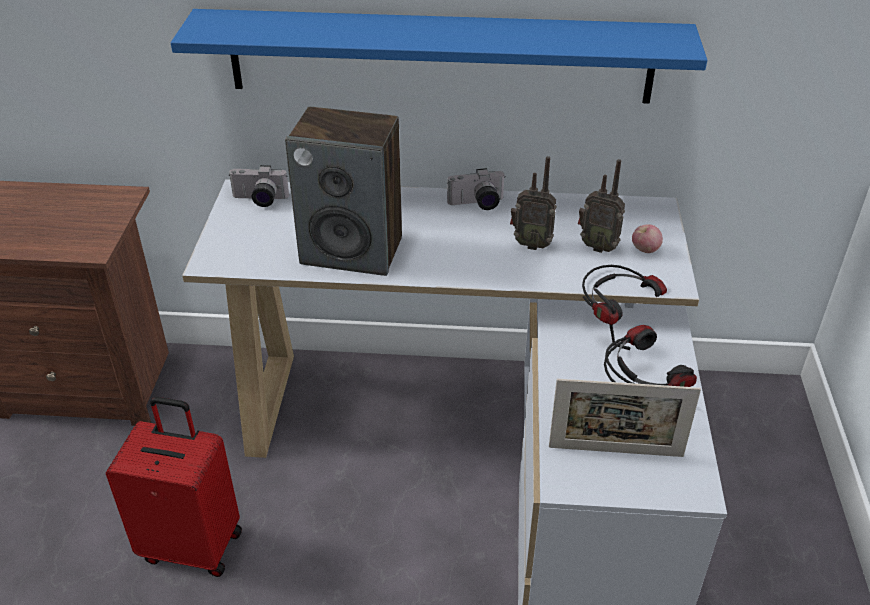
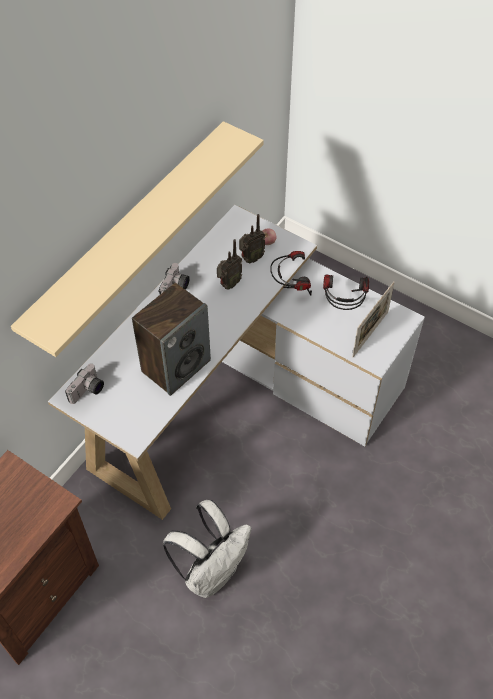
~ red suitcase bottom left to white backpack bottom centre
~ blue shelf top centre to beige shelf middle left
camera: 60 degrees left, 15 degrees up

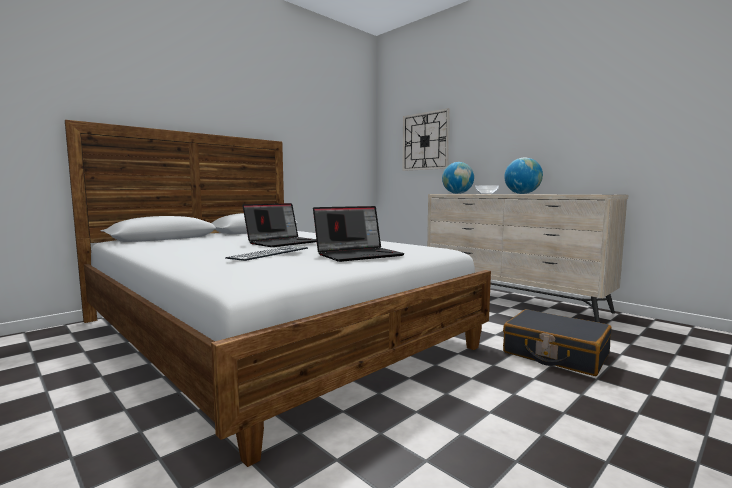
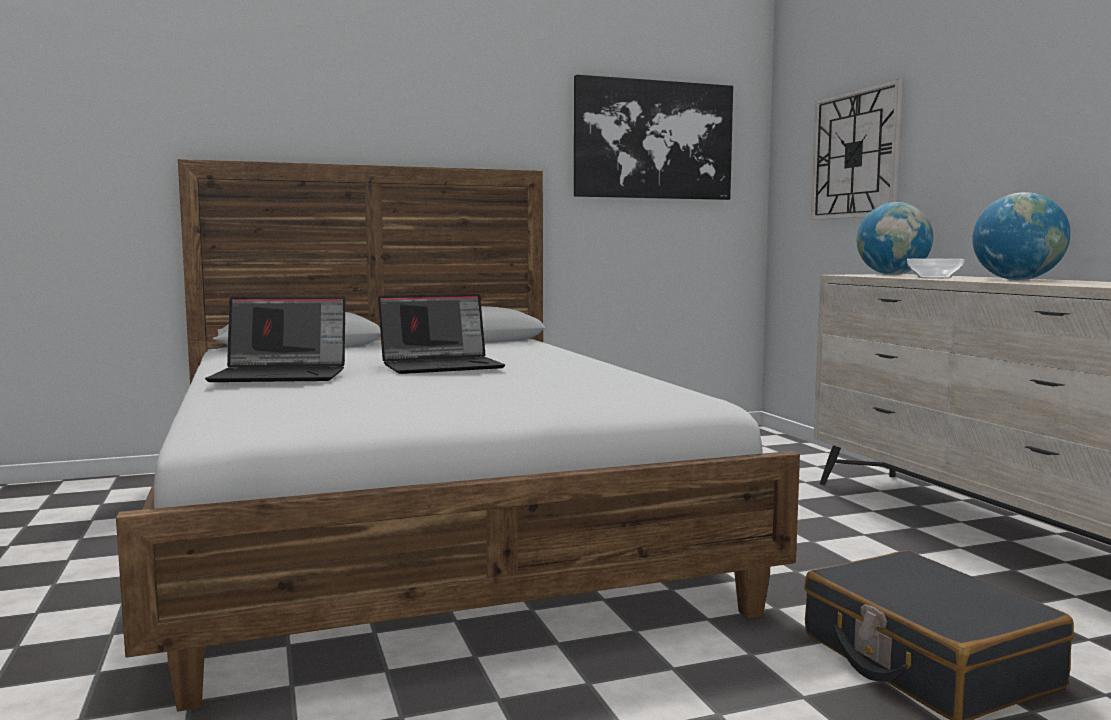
- keyboard centre
~ laptop (2nd from left in the first image) centre to laptop (1st from left) middle left
+ picture top centre
camera: 25 degrees right, 0 degrees up

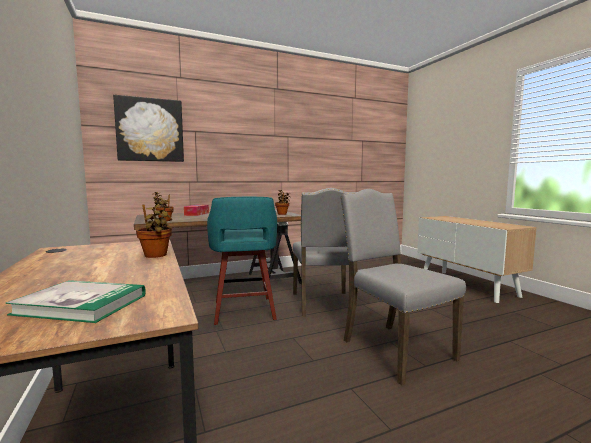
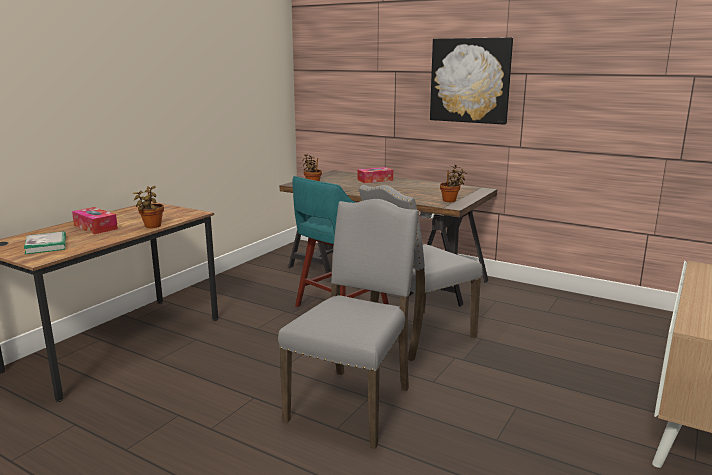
~ picture top left to top centre
+ tissue box (1st from left) middle left
camera: 55 degrees right, 10 degrees up

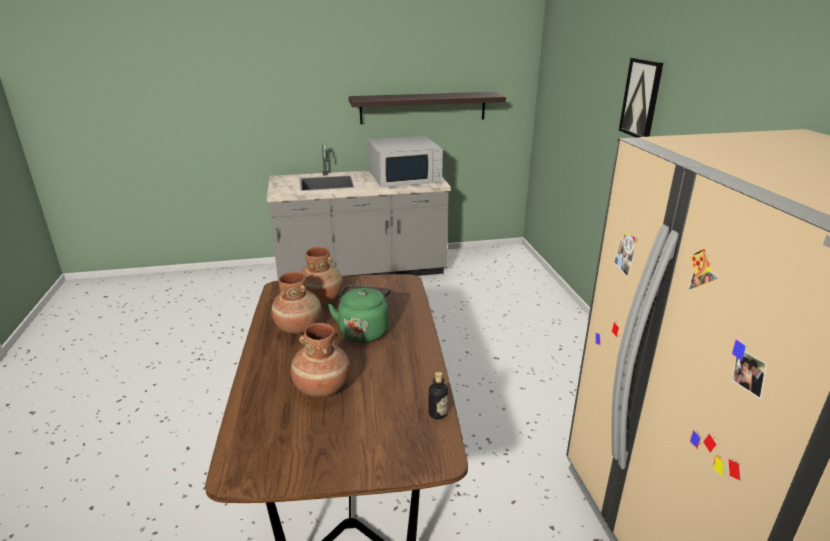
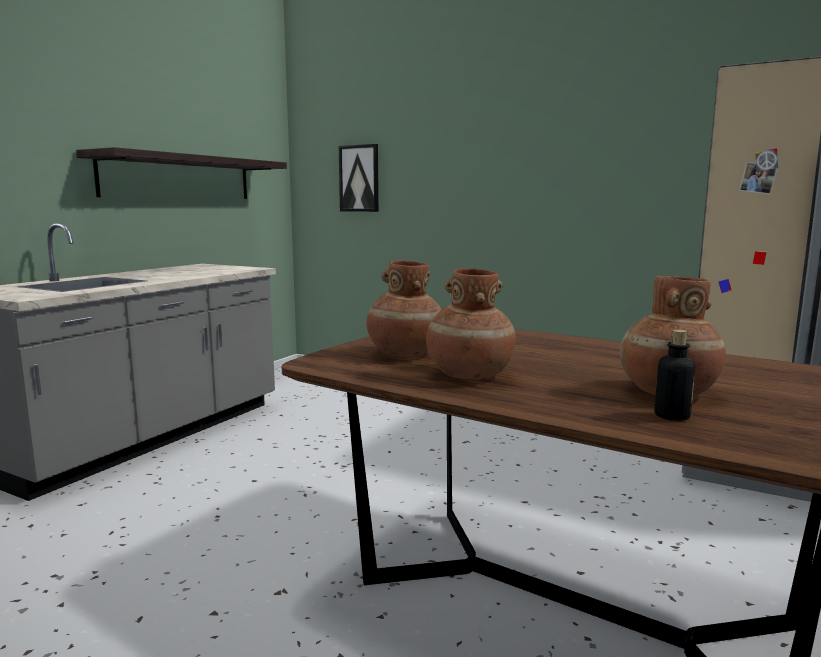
- green kettle centre
- white microwave top centre
~ bottle bottom centre to middle right
~ picture top right to top centre
camera: 50 degrees left, 15 degrees down

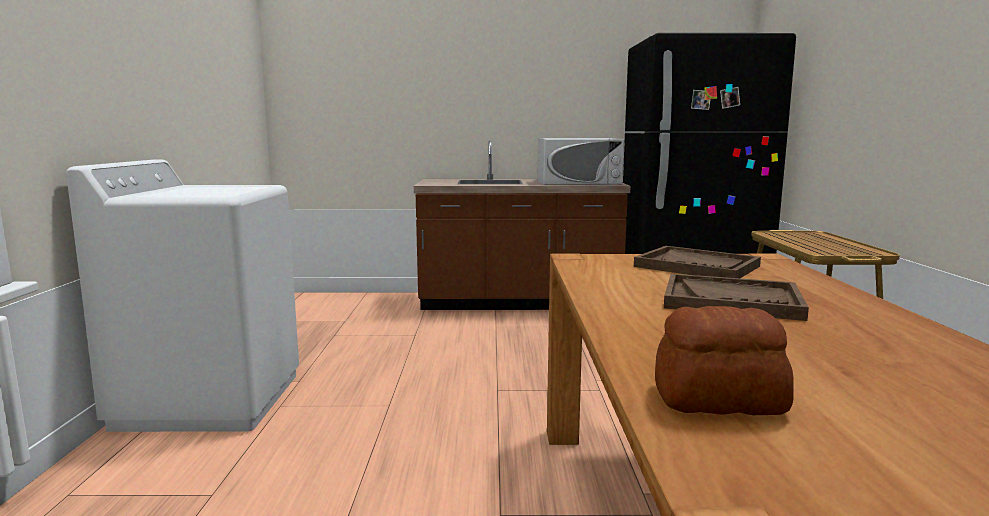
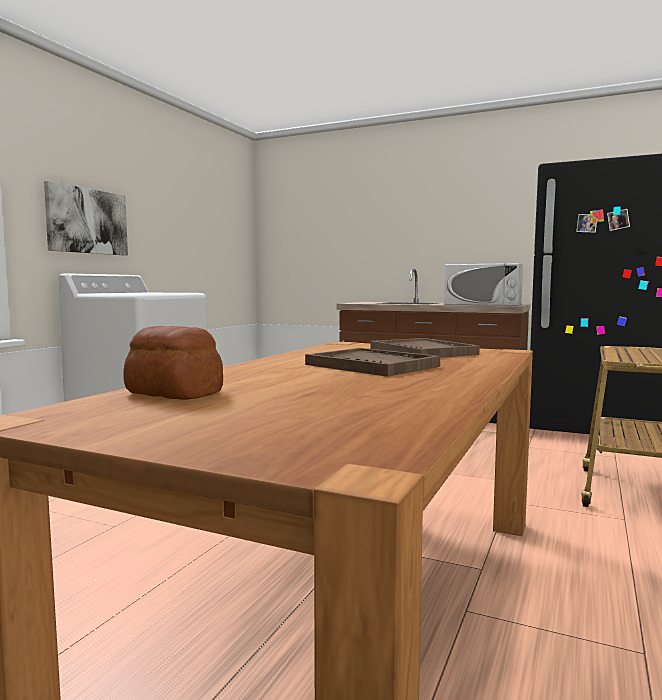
+ picture top left
camera: 25 degrees right, 5 degrees down

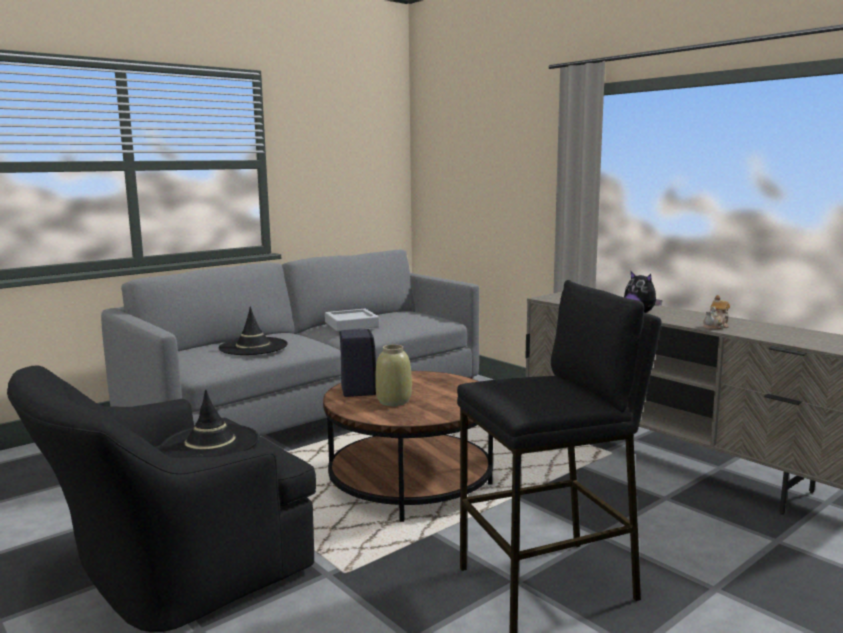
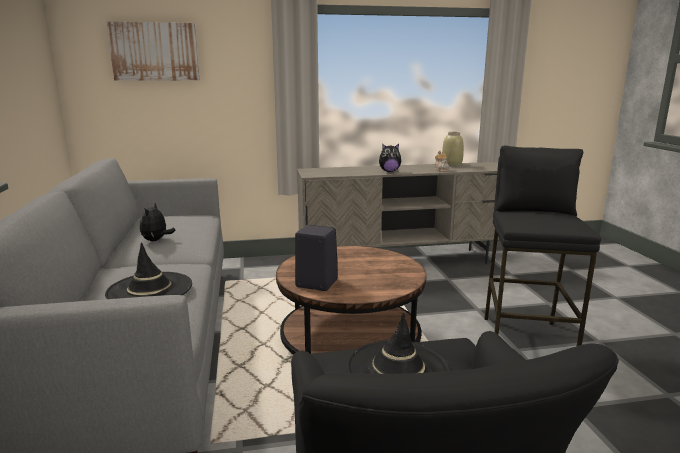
~ grey tray centre to plush toy (1st from left) middle left
~ beige vase centre to top centre
+ picture top left
camera: 60 degrees left, 5 degrees up

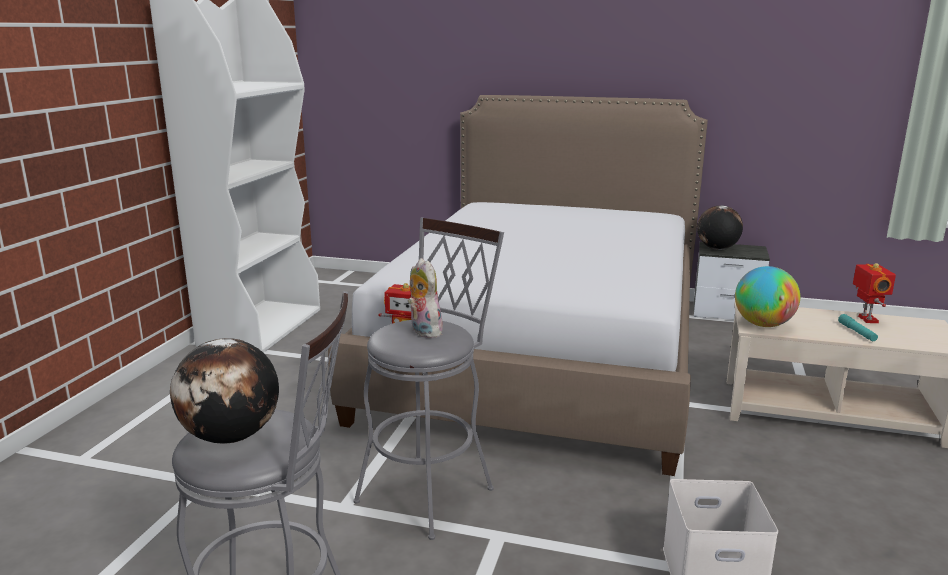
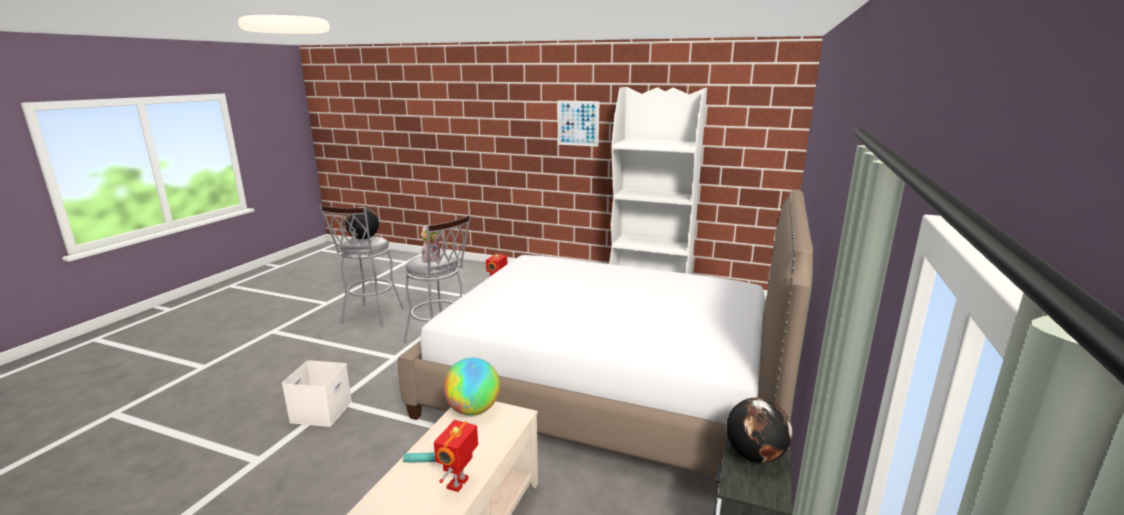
~ toy robot (2nd from left in the first image) middle right = bottom centre 105 degrees clockwise
+ picture top centre
camera: 95 degrees right, 0 degrees up

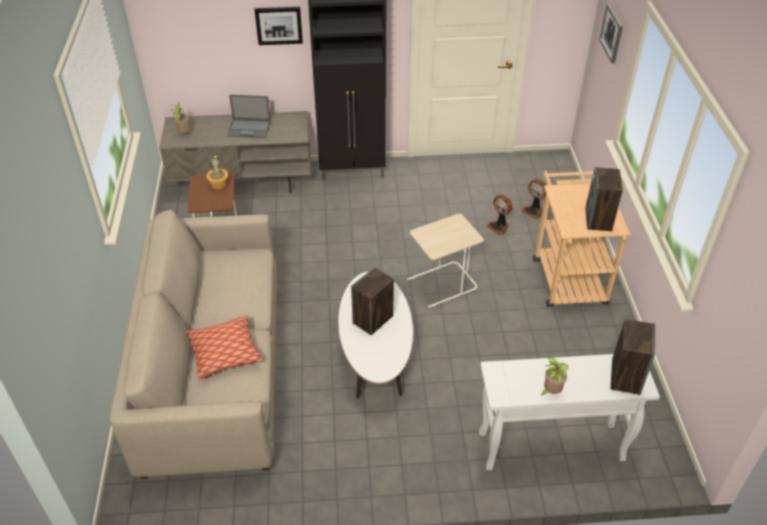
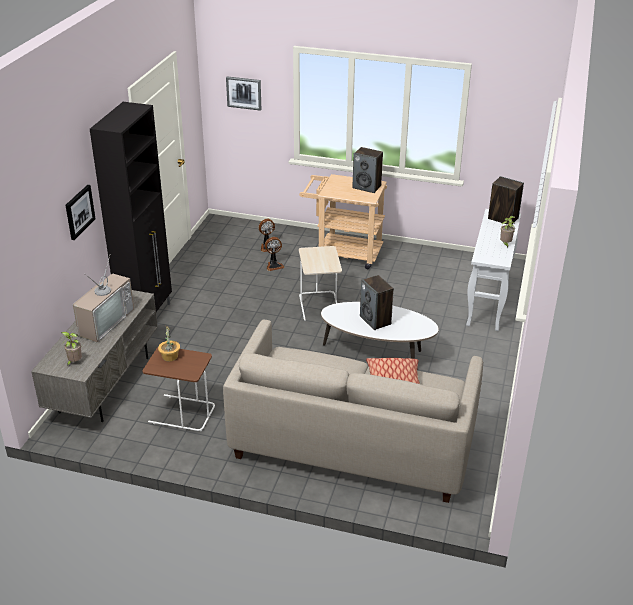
~ laptop top left to television middle left
camera: 70 degrees left, 10 degrees down

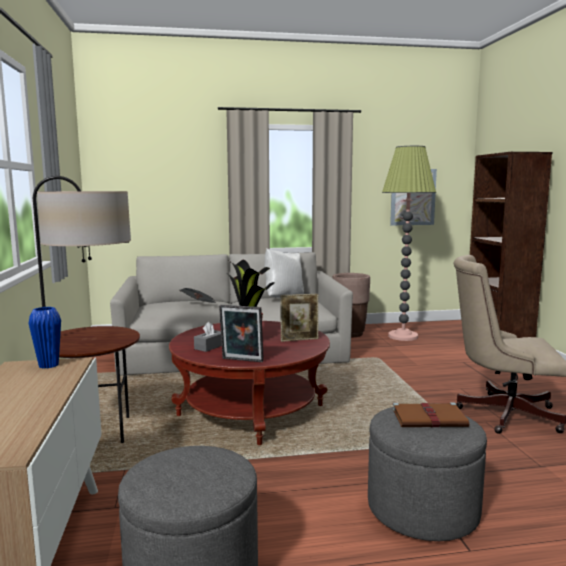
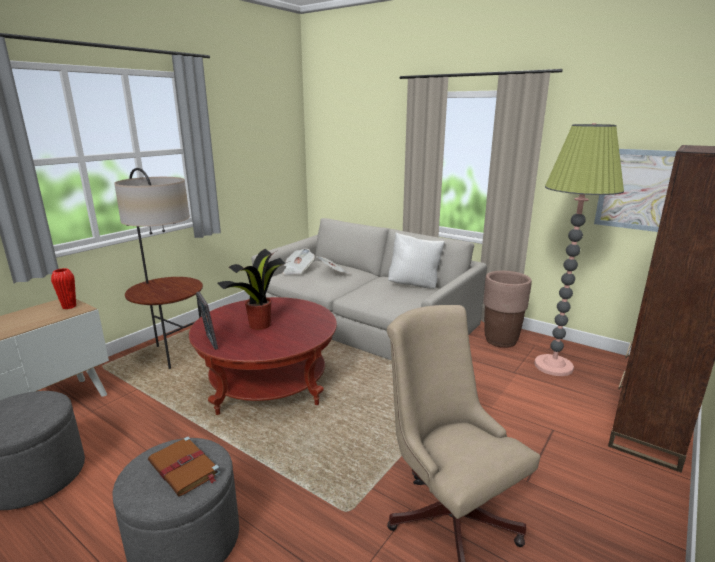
~ blue vase middle left to red vase middle left
- grey tissue box centre
- picture frame (2nd from left) centre
+ newspaper (1st from left) centre
camera: 45 degrees right, 10 degrees up

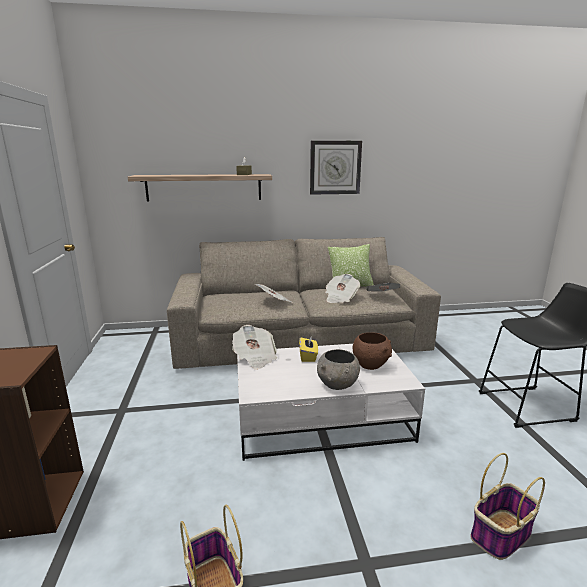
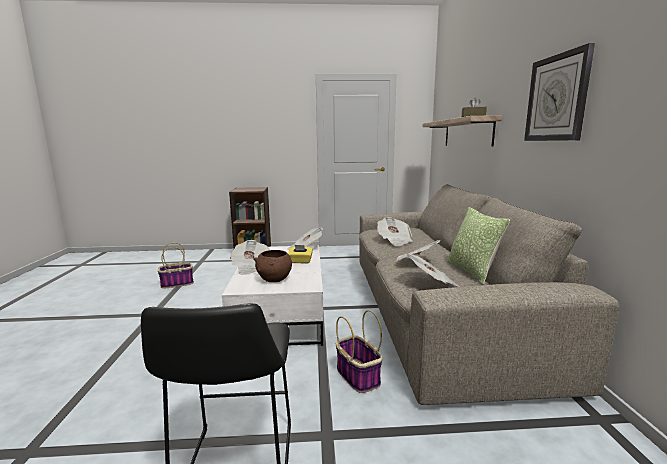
~ grey bowl centre to newspaper (1st from left) centre
~ basket (2nd from left) bottom right to bottom centre
camera: 95 degrees right, 5 degrees down

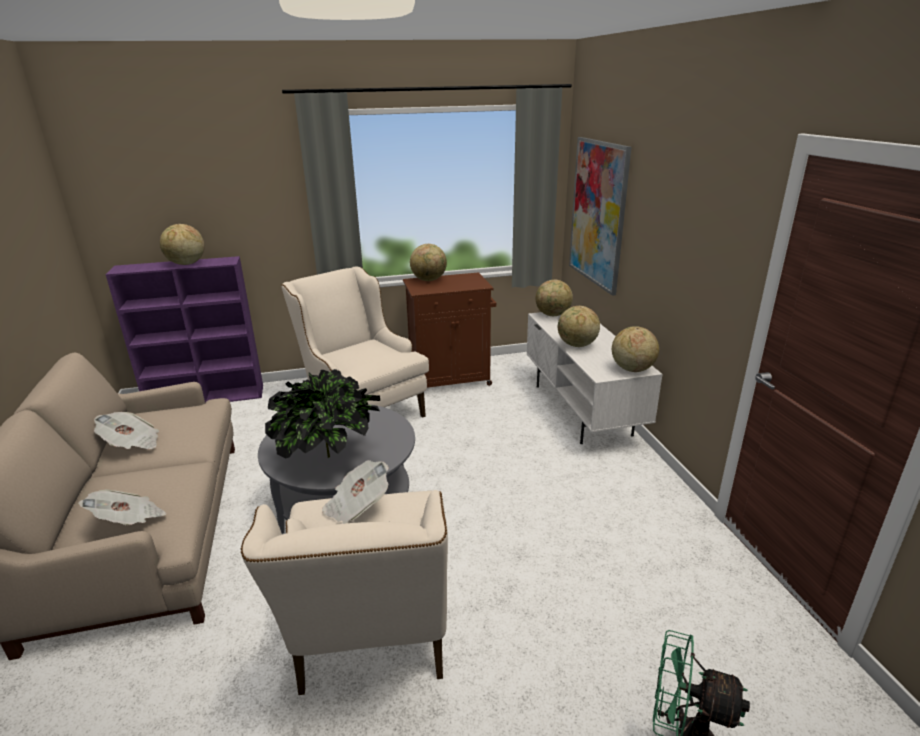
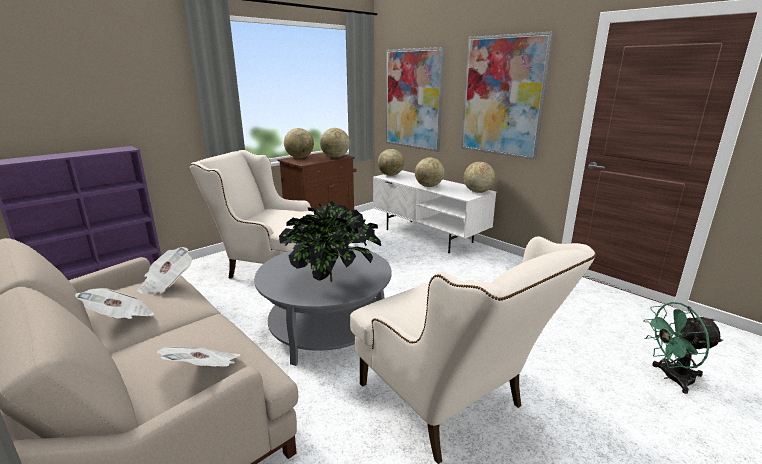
~ globe (1st from left in the first image) top left to globe (2nd from left) top centre
~ newspaper (3rd from left in the first image) bottom centre to newspaper (2nd from left) middle left
+ picture (2nd from left) top centre
camera: 30 degrees left, 5 degrees down

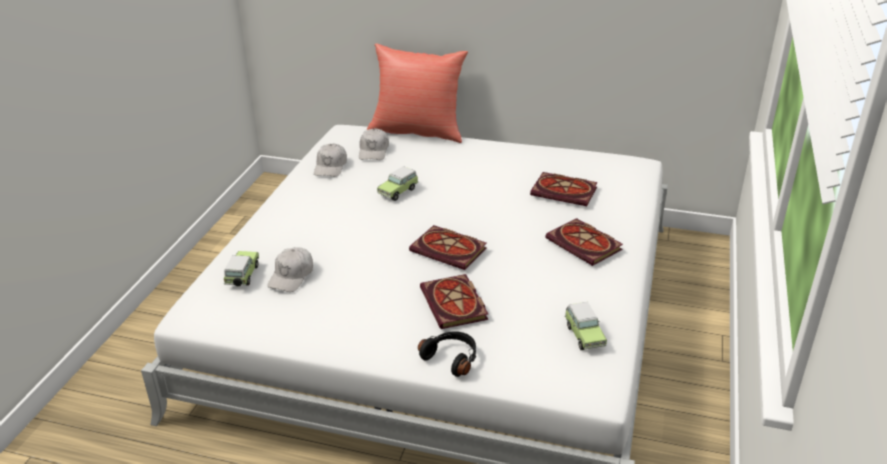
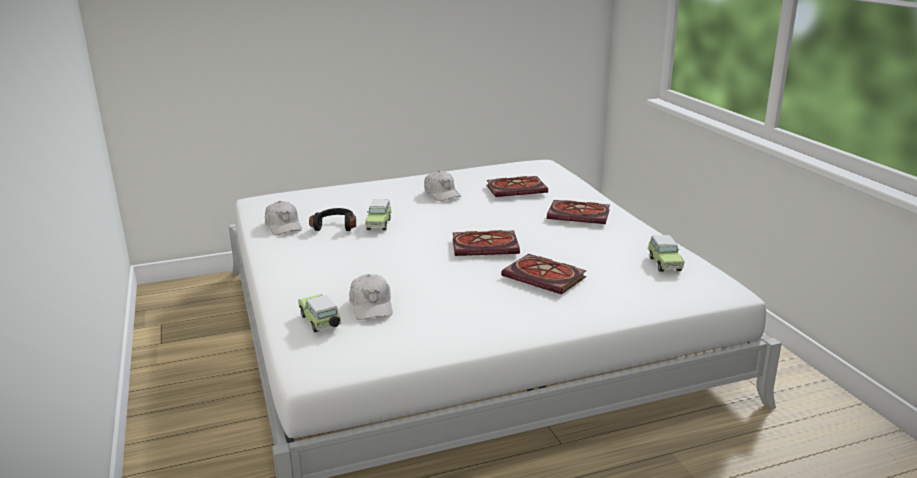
~ white cap (3rd from left) top centre to centre
- red pillow top centre
~ black headphones bottom centre to centre
~ toy car (3rd from left) bottom centre = middle right 45 degrees clockwise
camera: 35 degrees left, 10 degrees down

